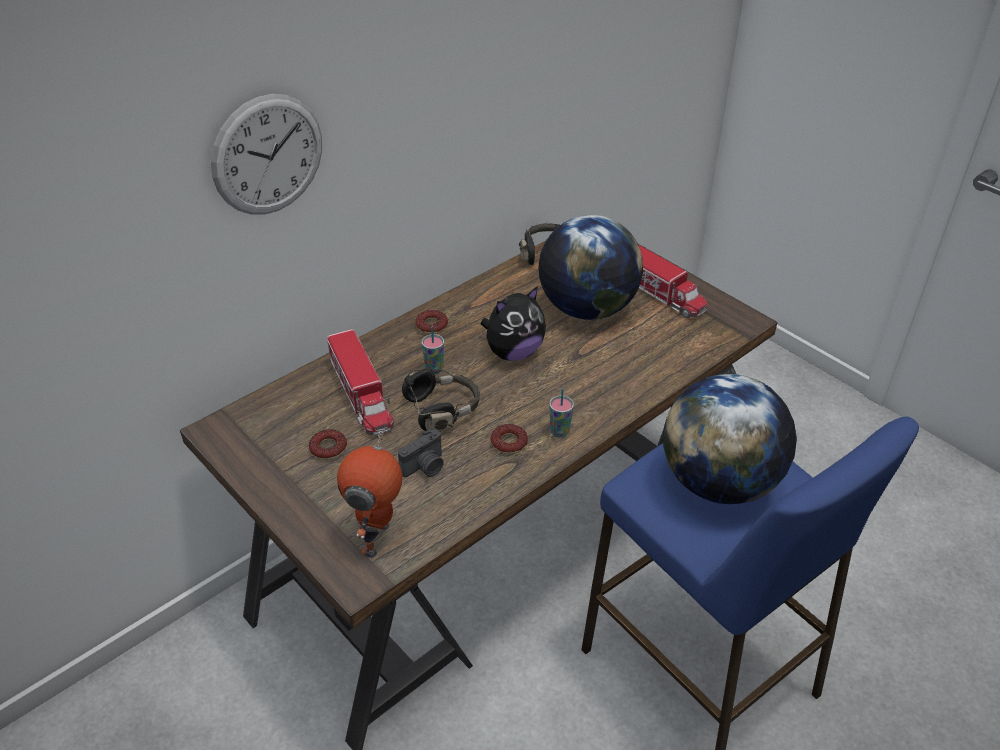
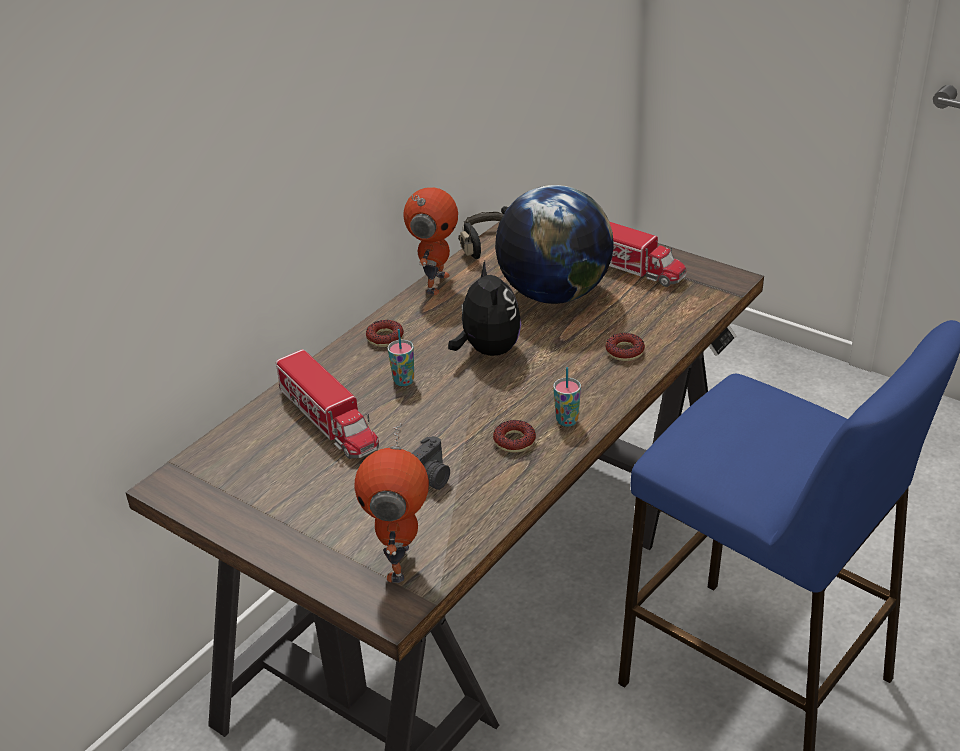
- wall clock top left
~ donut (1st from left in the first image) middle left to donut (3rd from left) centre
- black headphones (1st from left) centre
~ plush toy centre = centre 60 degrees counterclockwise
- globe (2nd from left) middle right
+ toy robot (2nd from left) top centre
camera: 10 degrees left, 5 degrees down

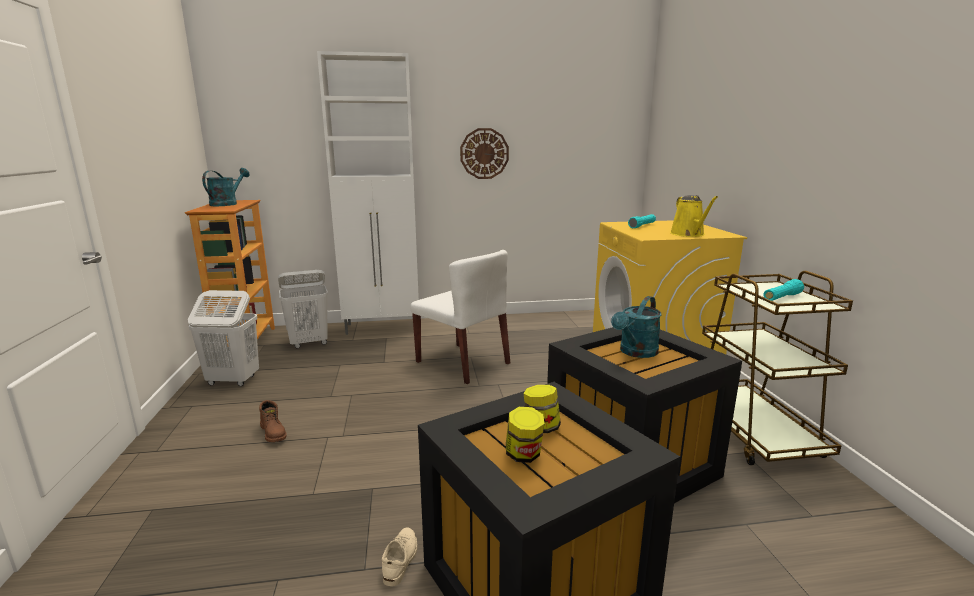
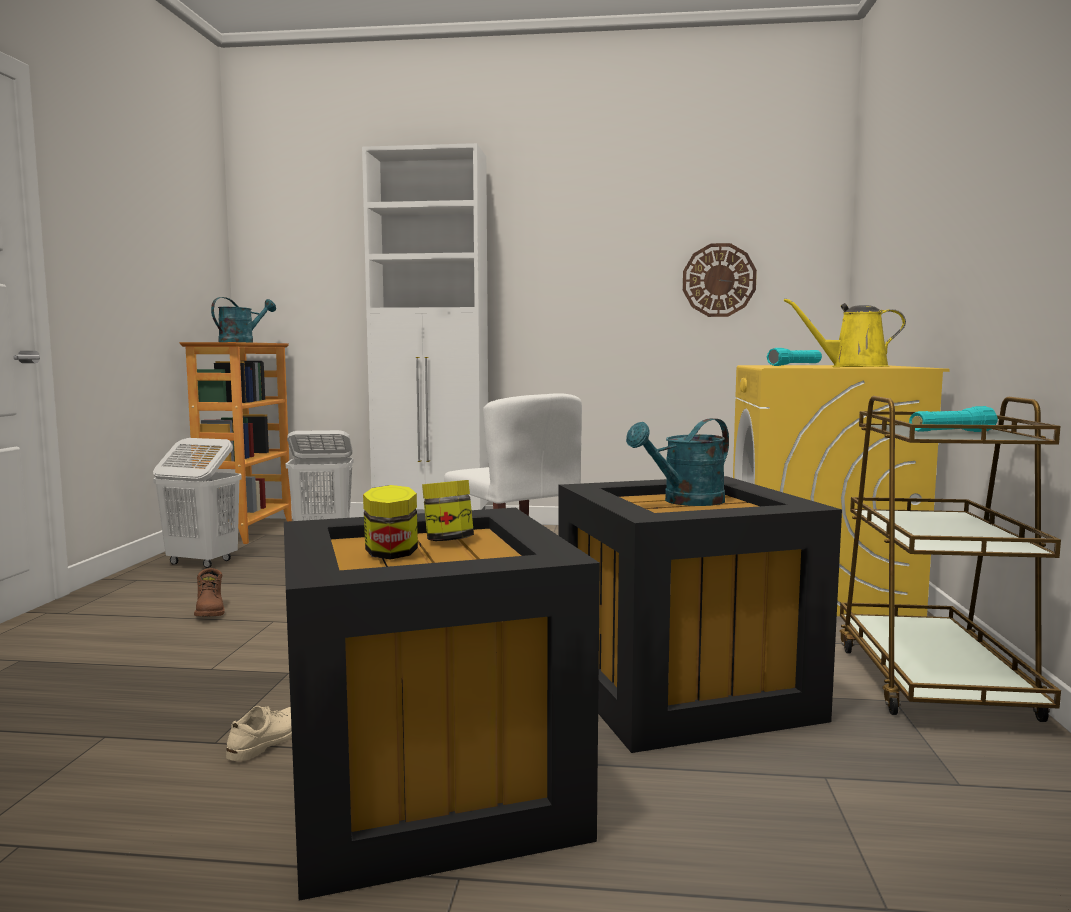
~ wall clock top centre to top right
~ yellow watering can middle right = middle right 90 degrees clockwise
camera: 15 degrees right, 10 degrees down

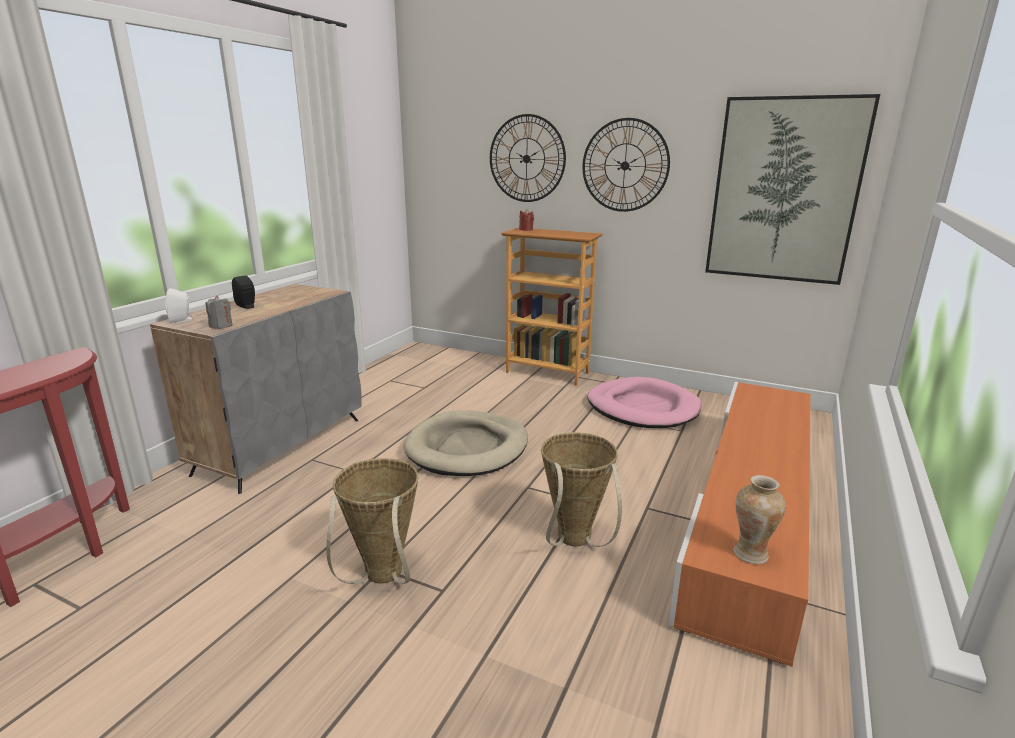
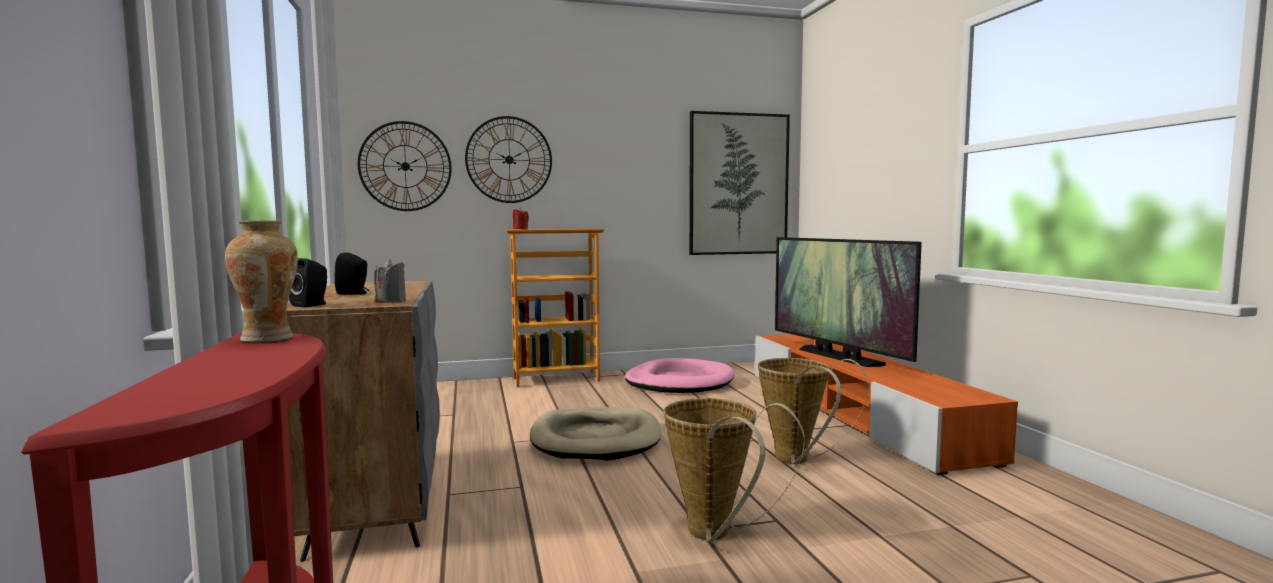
~ white speaker middle left to black speaker (1st from left) middle left
~ wall clock (2nd from left in the first image) top centre to wall clock (1st from left) top left
~ vase bottom right to middle left
+ television centre
camera: 40 degrees left, 15 degrees down

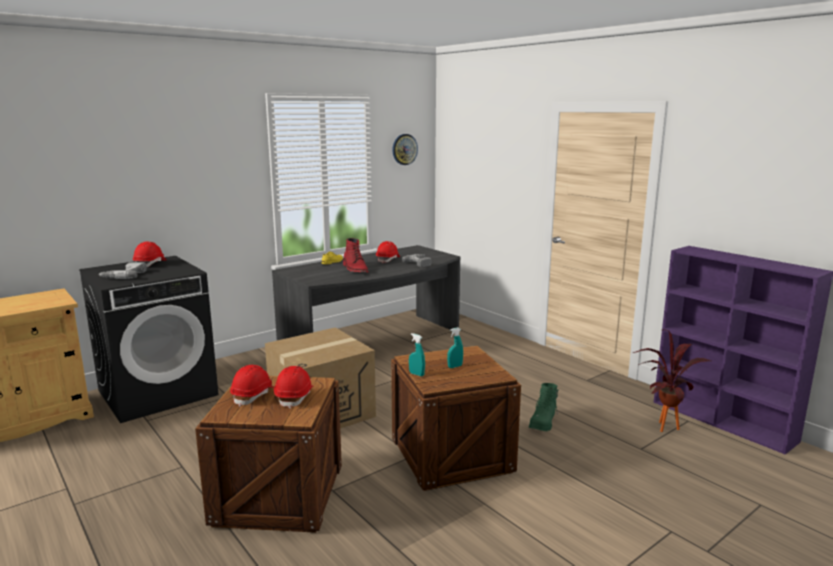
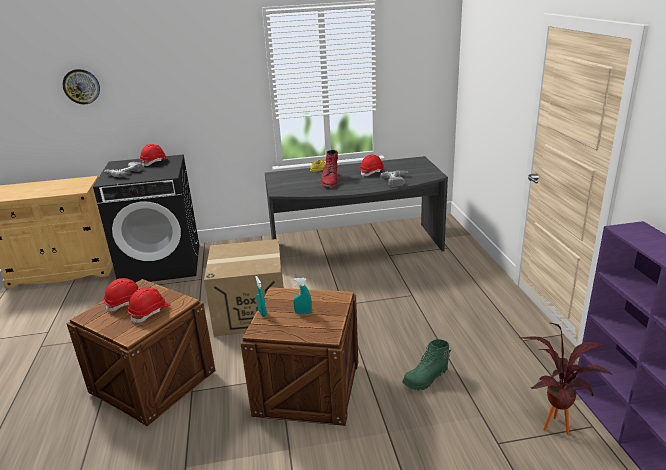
~ wall clock top centre to top left
camera: 30 degrees right, 10 degrees up

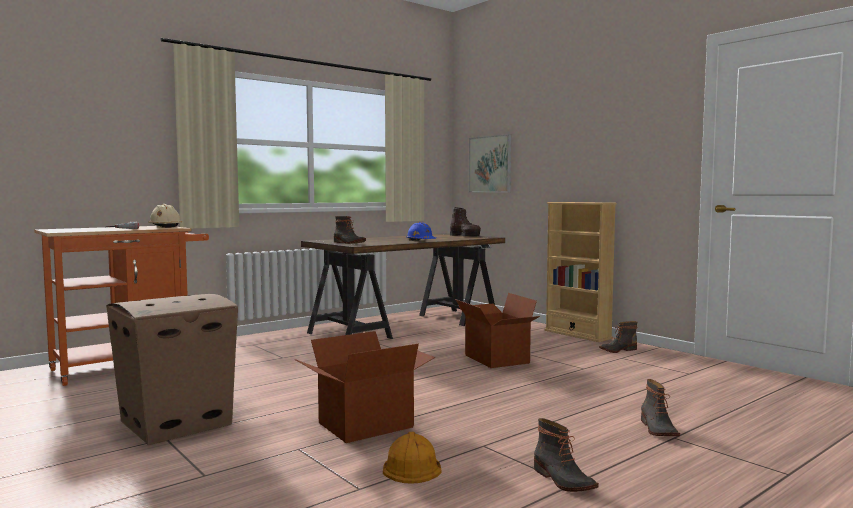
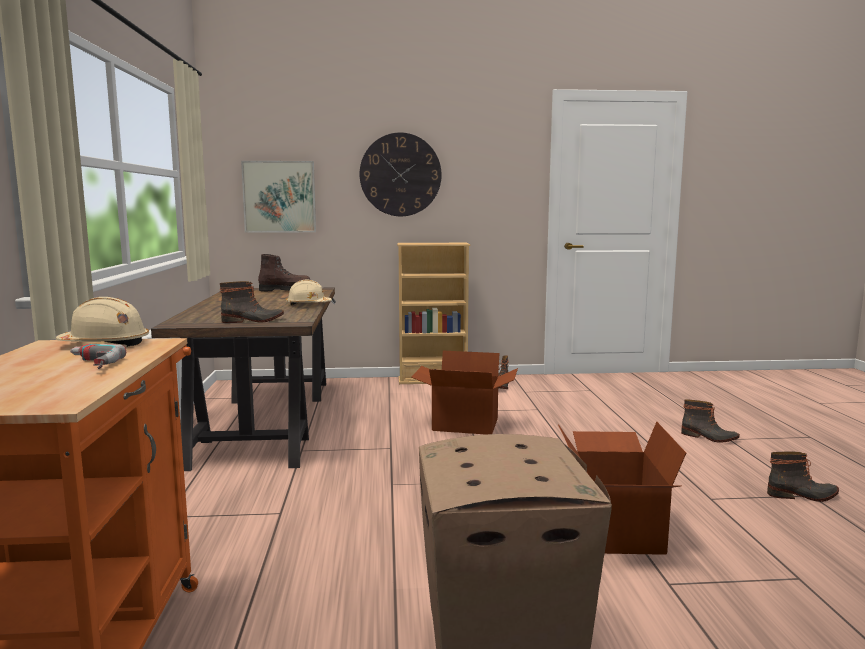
- orange hard hat bottom centre
~ blue hard hat centre to beige hard hat (2nd from left) centre
+ wall clock top centre
camera: 55 degrees left, 5 degrees up

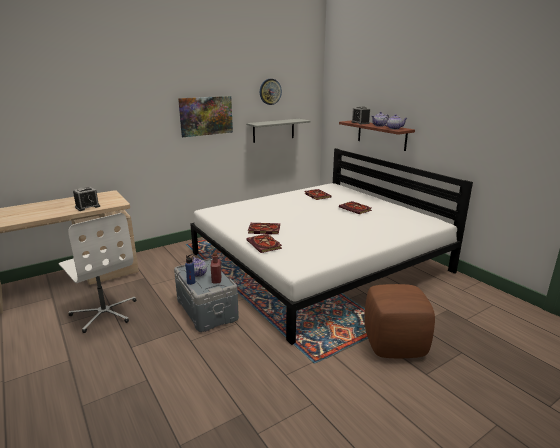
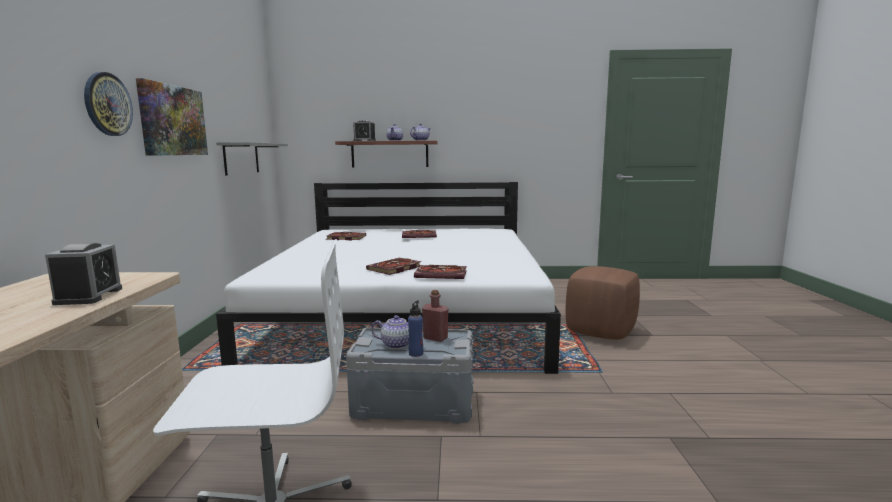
~ wall clock top centre to top left
camera: 55 degrees left, 10 degrees down

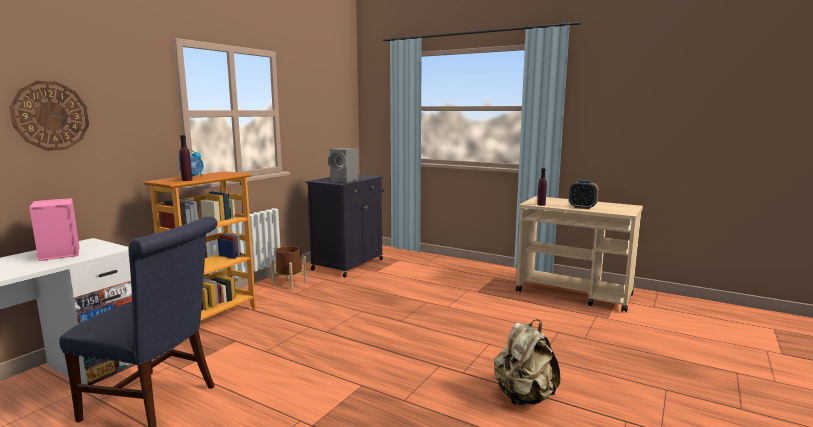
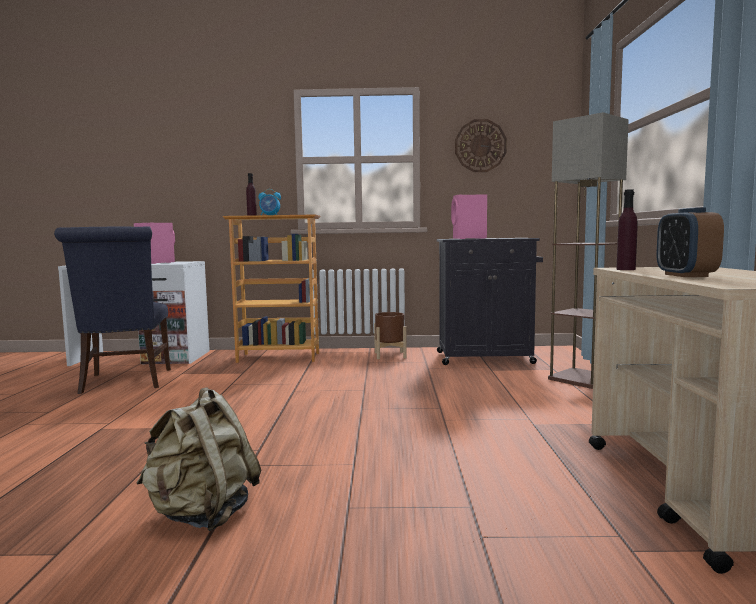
~ wall clock top left to top centre
~ grey speaker centre to pink speaker (2nd from left) centre
+ floor lamp middle right
camera: 60 degrees right, 5 degrees down

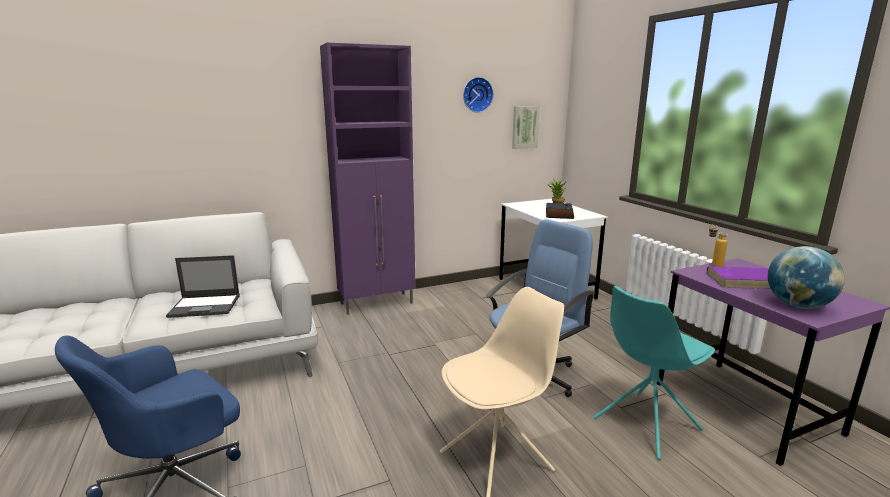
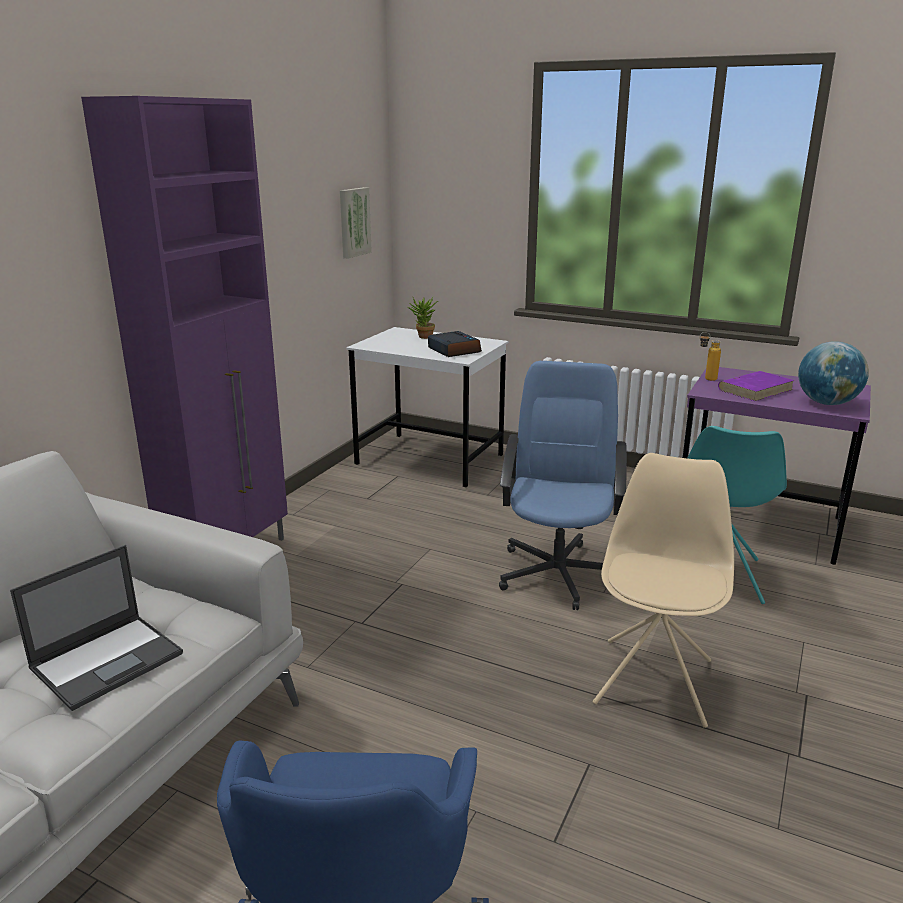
- wall clock top centre
camera: 40 degrees left, 5 degrees up

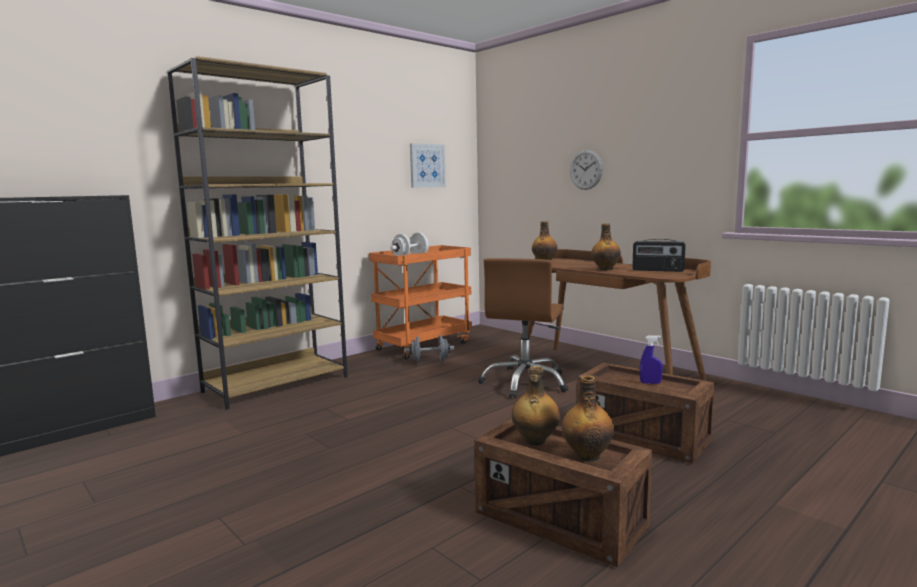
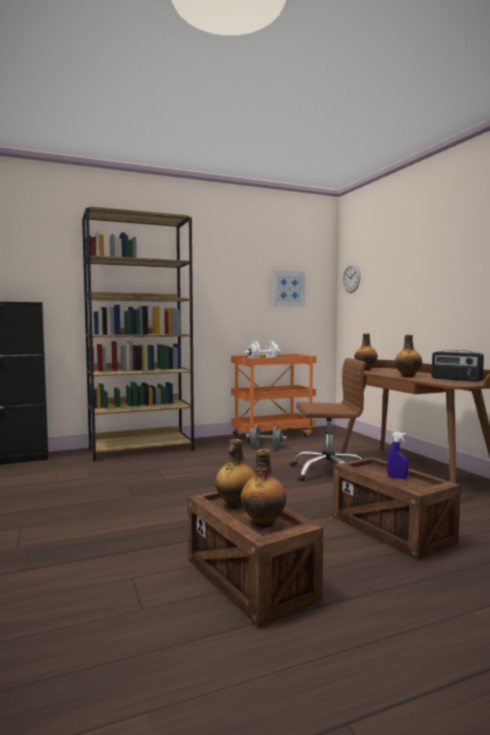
~ brown office chair centre = middle right 135 degrees counterclockwise
~ wall clock top centre to middle right
camera: 20 degrees right, 5 degrees down

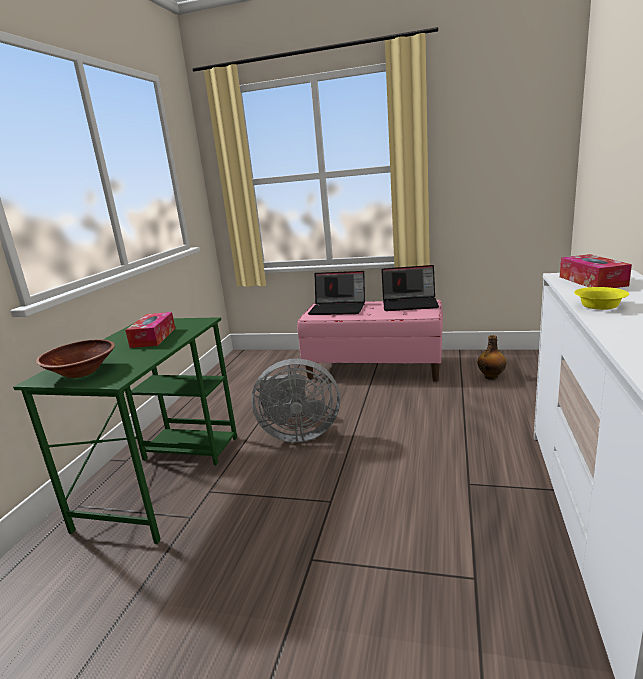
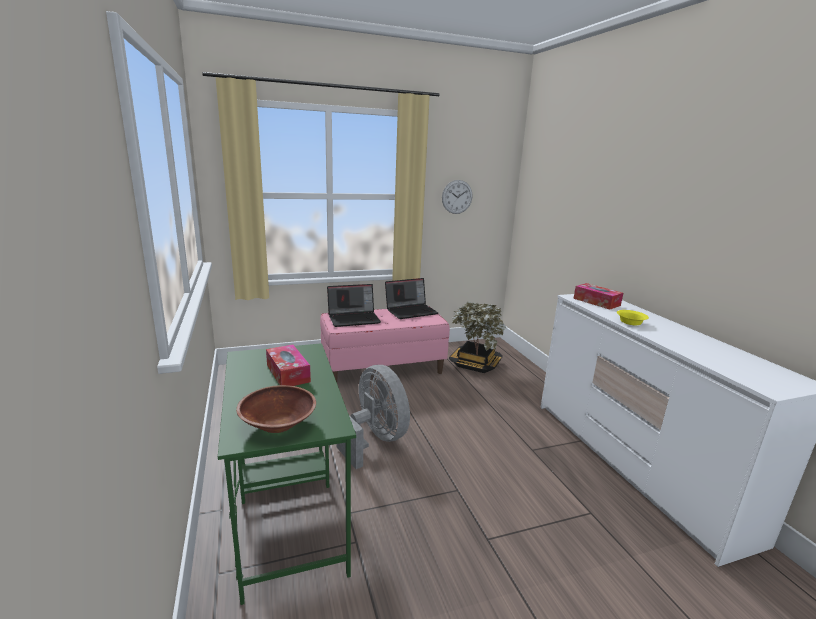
~ grey fan centre = bottom centre 90 degrees counterclockwise
~ bottle middle right to potted plant centre
+ wall clock top centre
camera: 35 degrees left, 0 degrees up

